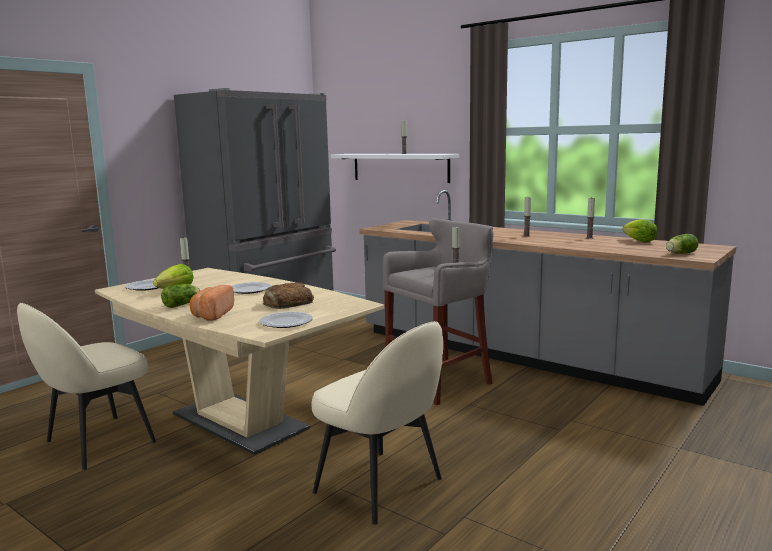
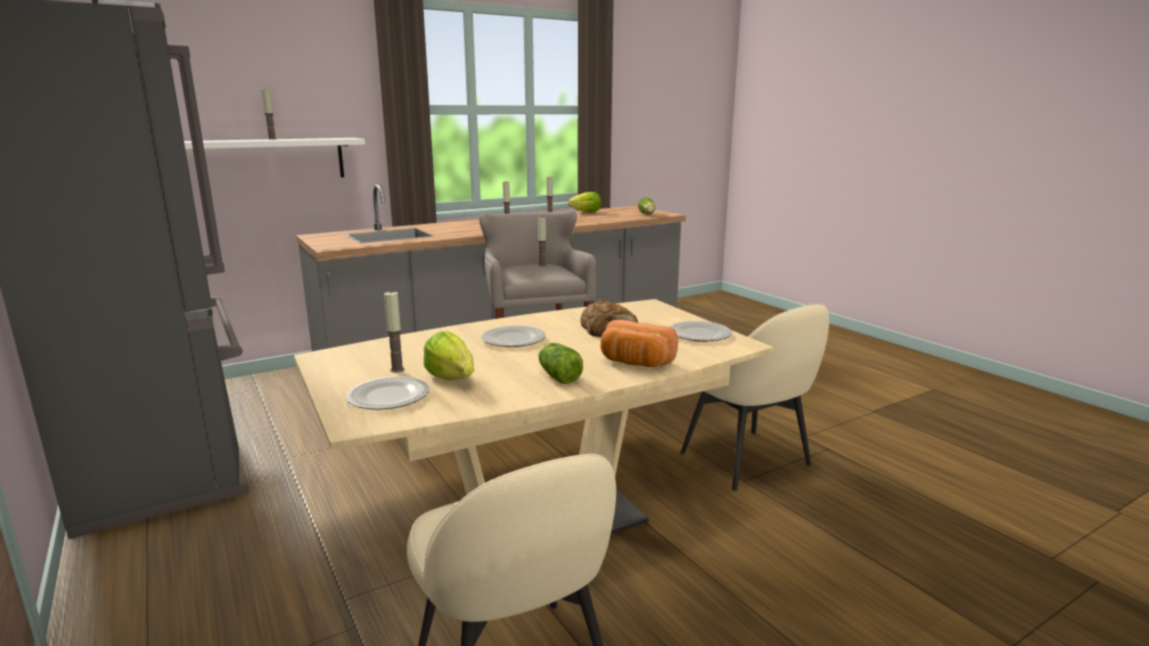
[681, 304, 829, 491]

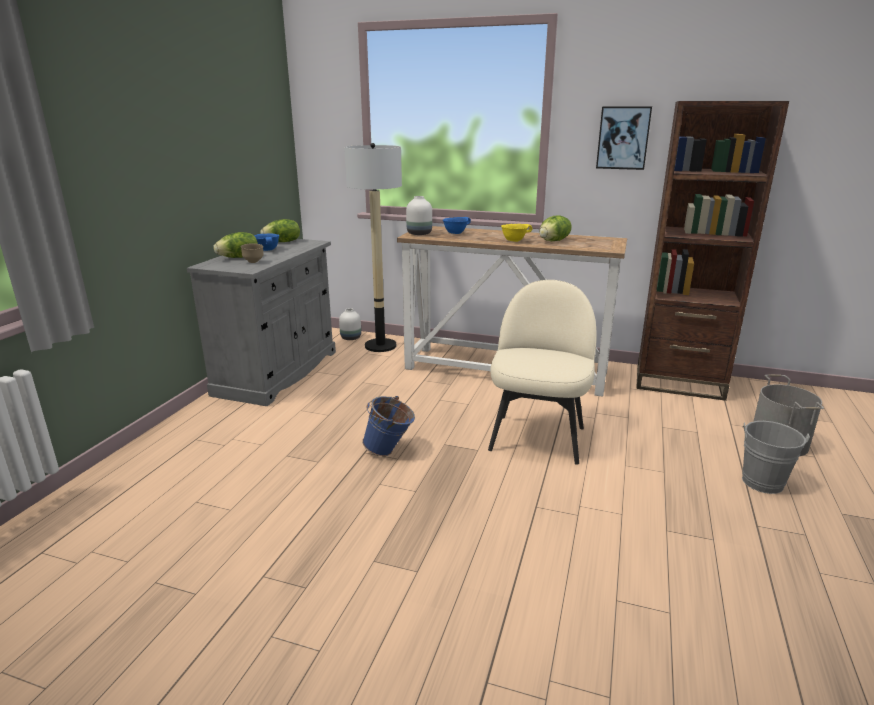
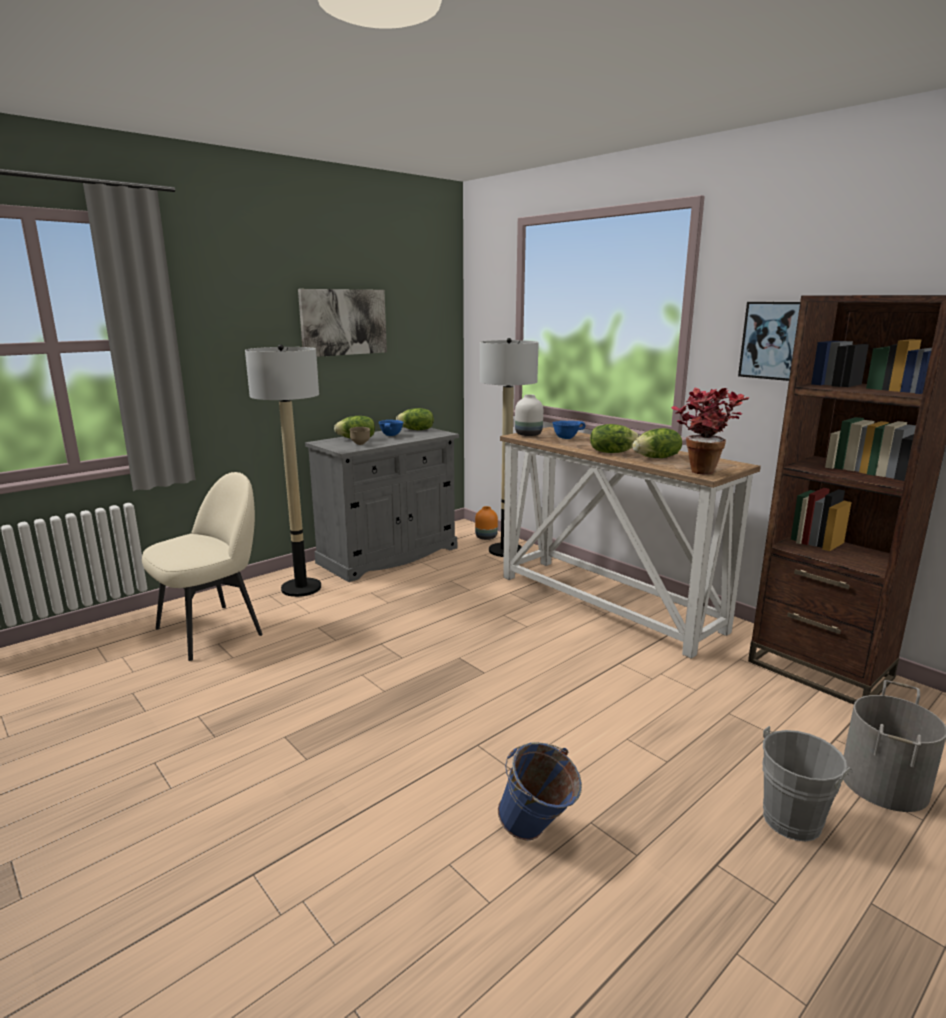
[475, 506, 498, 540]
[498, 742, 582, 841]
[142, 472, 263, 661]
[590, 424, 640, 453]
[245, 344, 321, 597]
[298, 289, 387, 357]
[671, 387, 750, 475]

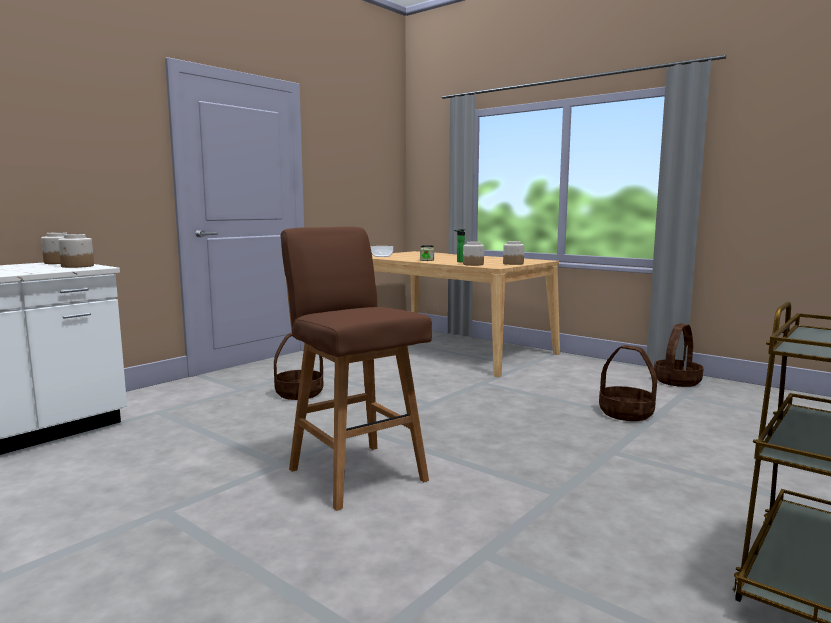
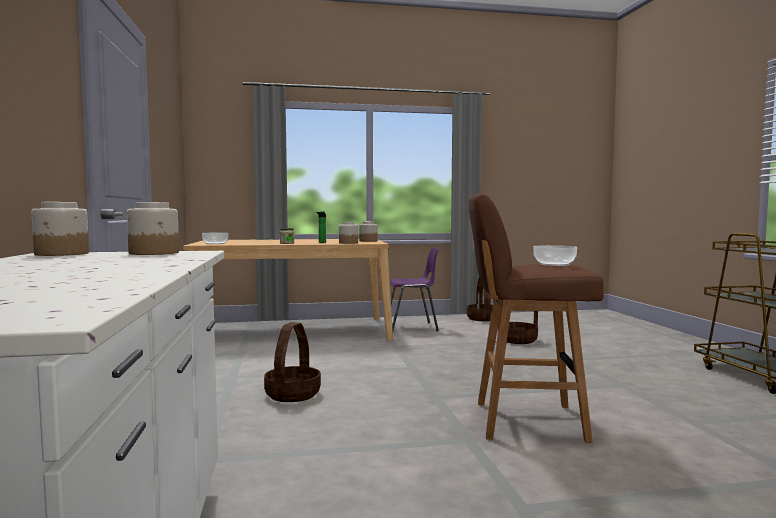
[390, 247, 439, 331]
[533, 245, 577, 266]

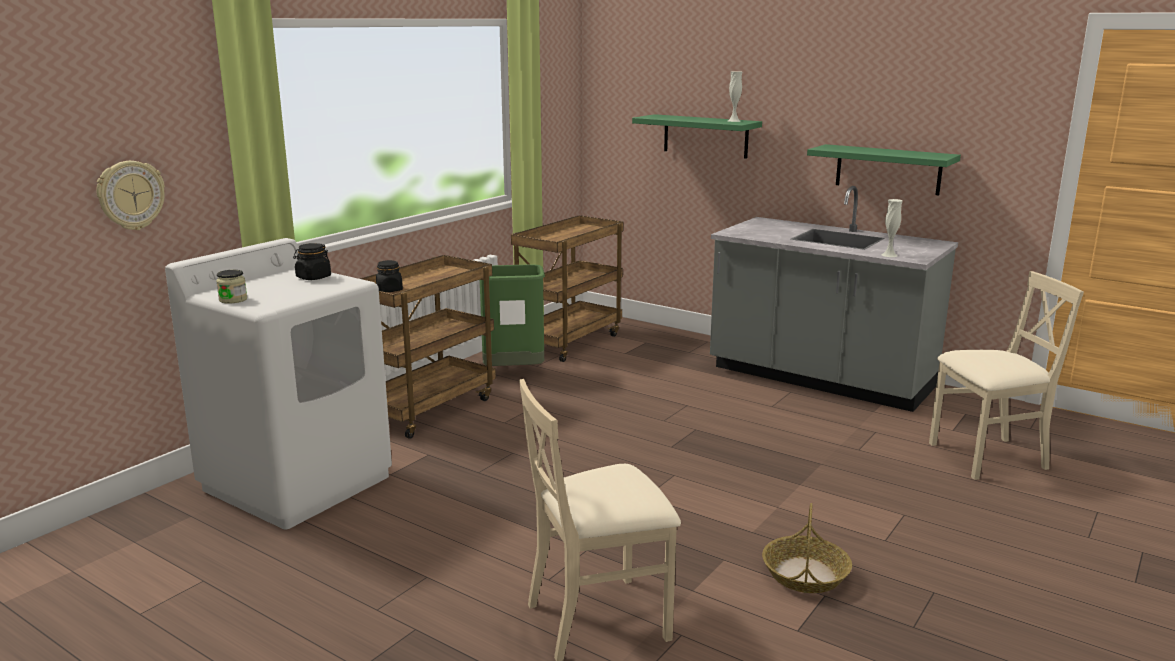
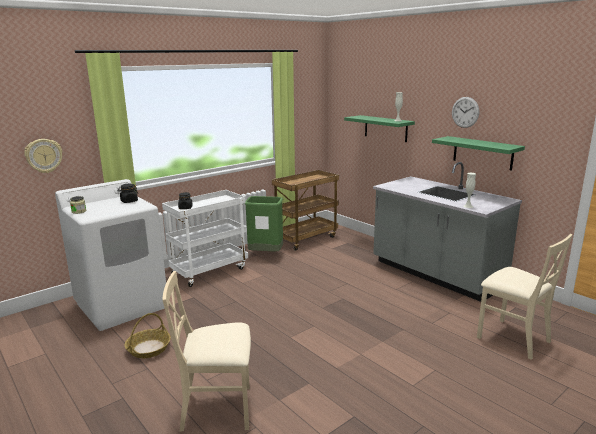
[162, 190, 248, 287]
[125, 313, 171, 358]
[477, 234, 573, 360]
[452, 97, 479, 128]

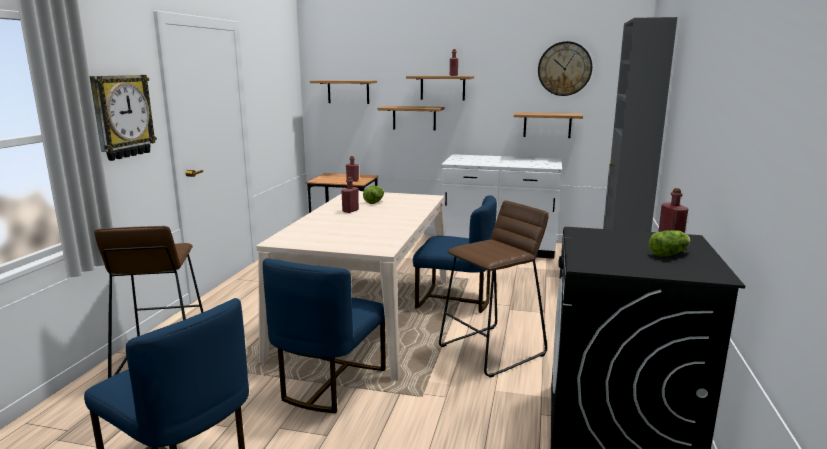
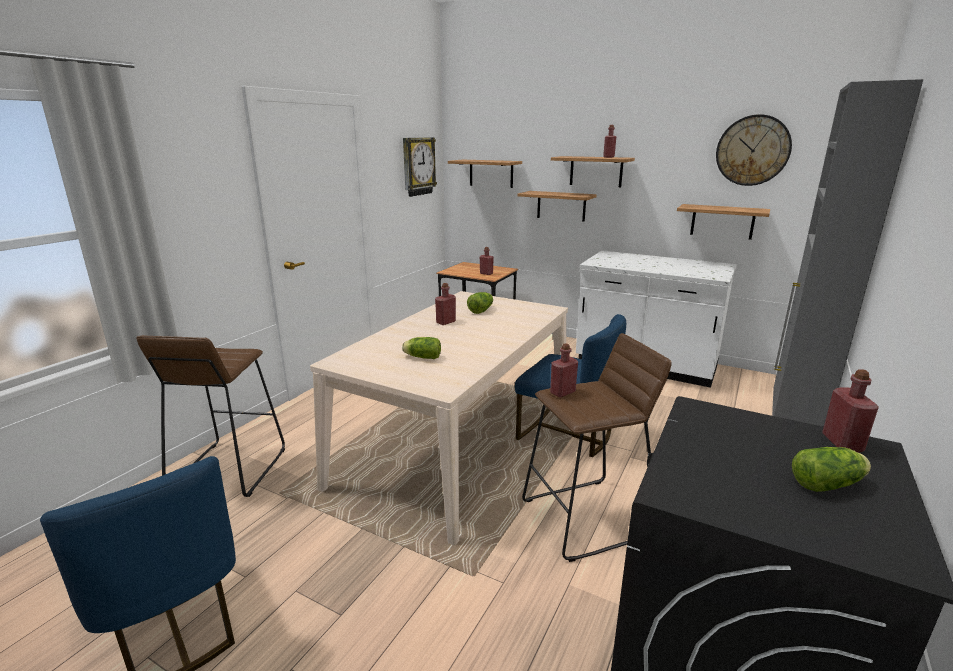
[403, 137, 437, 197]
[263, 258, 386, 413] (first image)
[402, 337, 441, 359]
[550, 343, 578, 398]

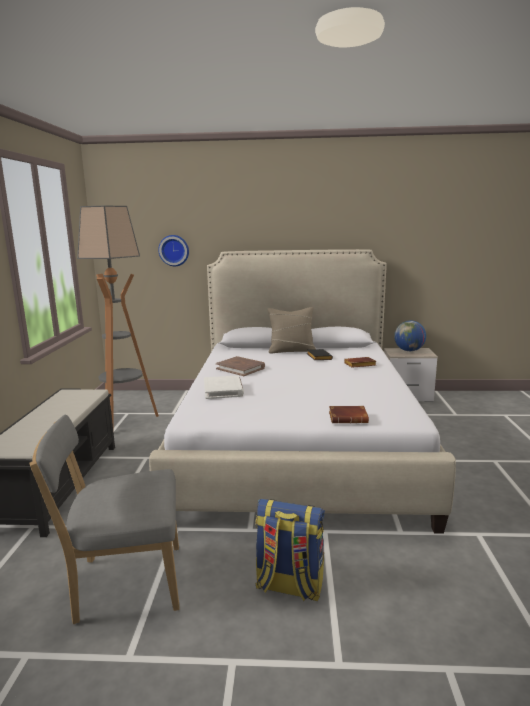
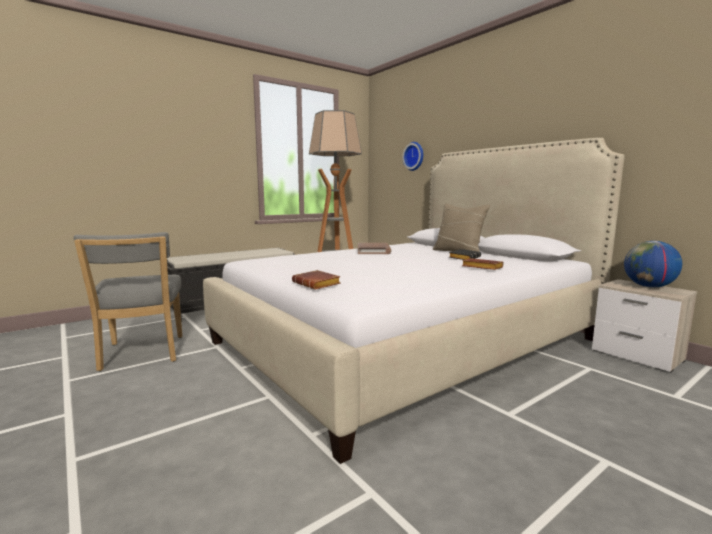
[74, 232, 182, 371]
[204, 375, 244, 399] (first image)
[255, 499, 325, 601] (first image)

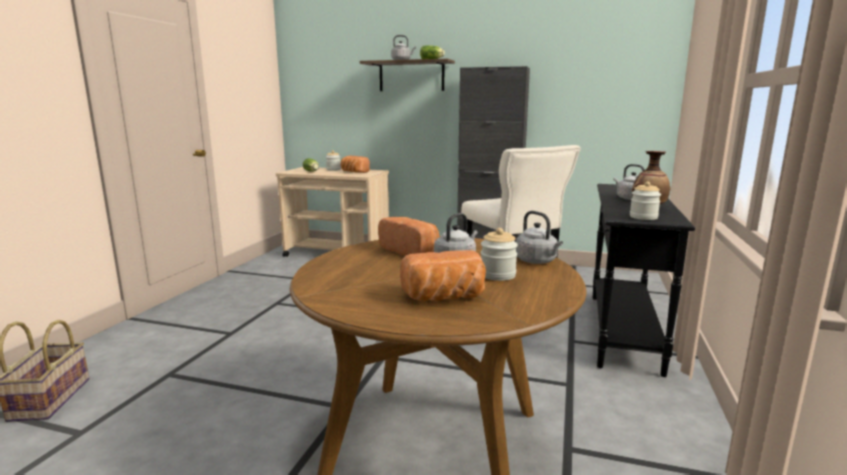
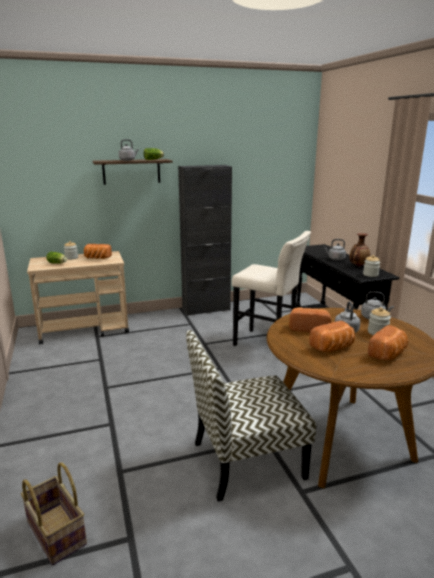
[186, 330, 316, 501]
[309, 321, 355, 352]

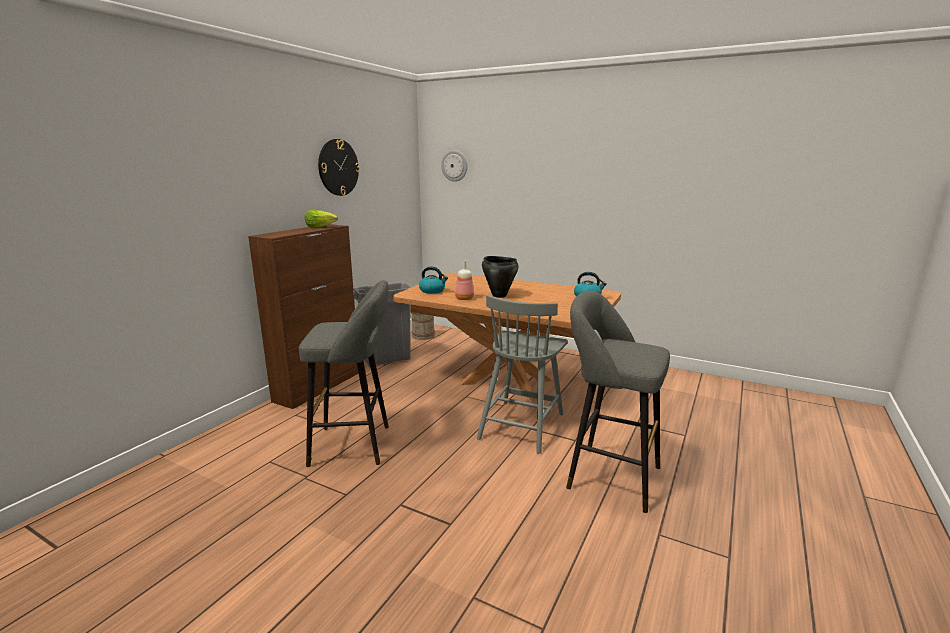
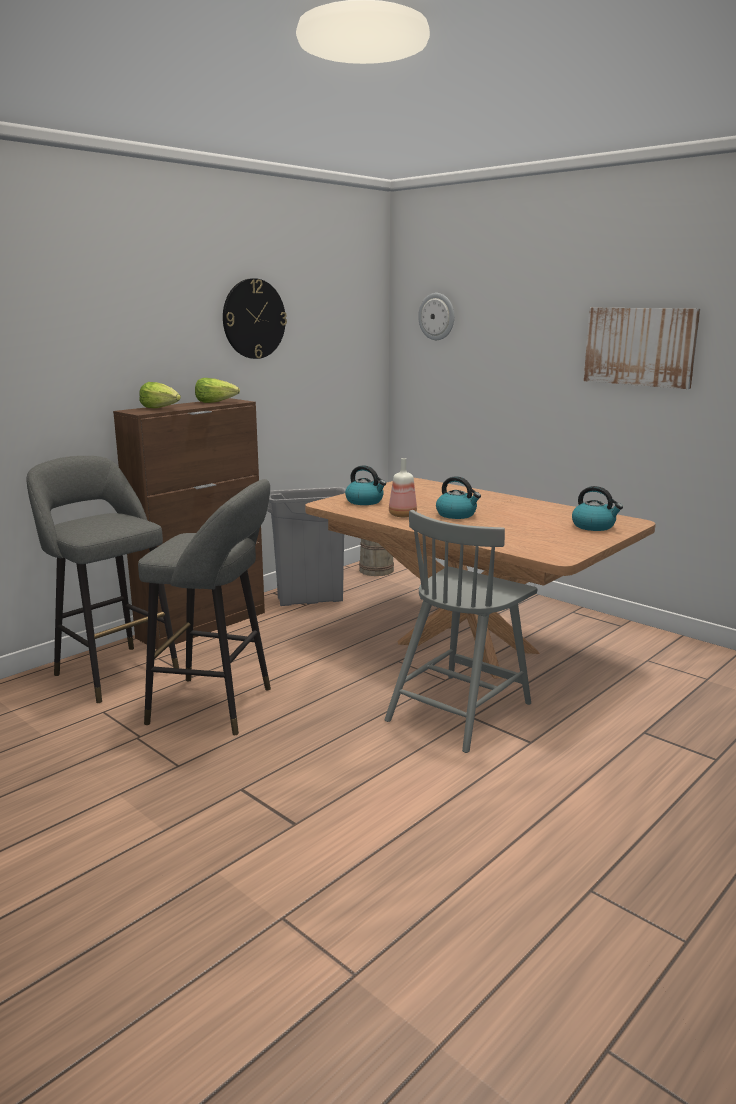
[436, 476, 481, 519]
[27, 456, 179, 703]
[139, 382, 181, 408]
[584, 308, 700, 389]

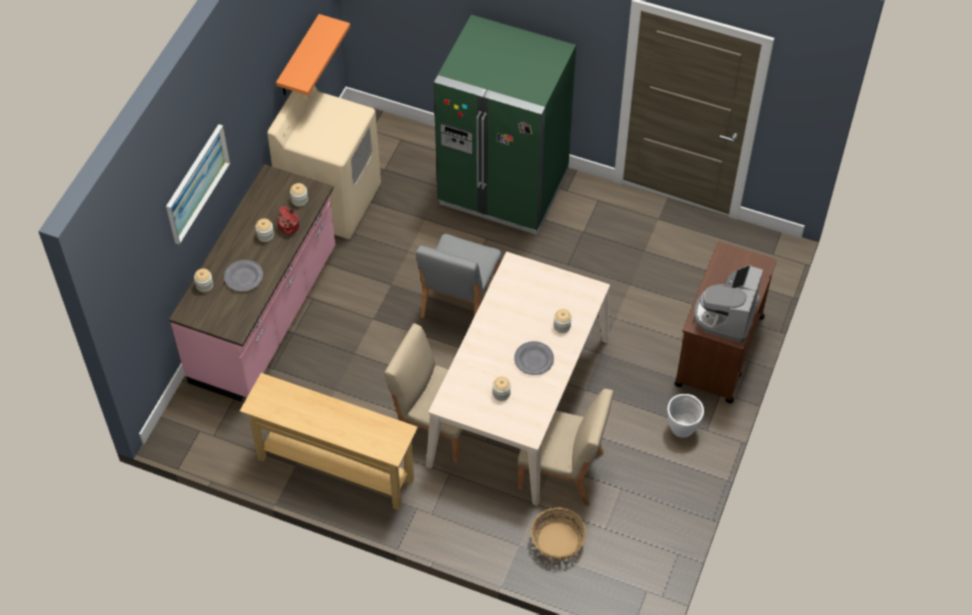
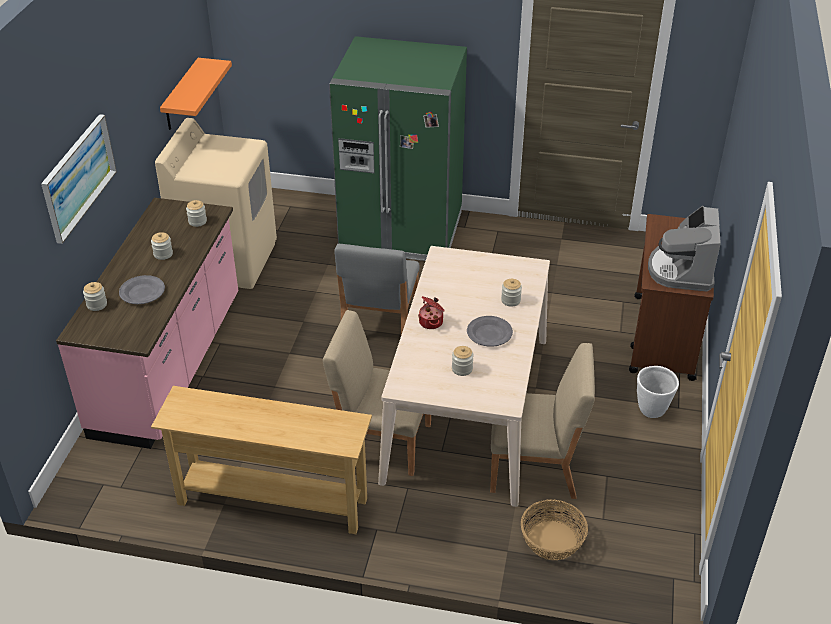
[418, 296, 445, 329]

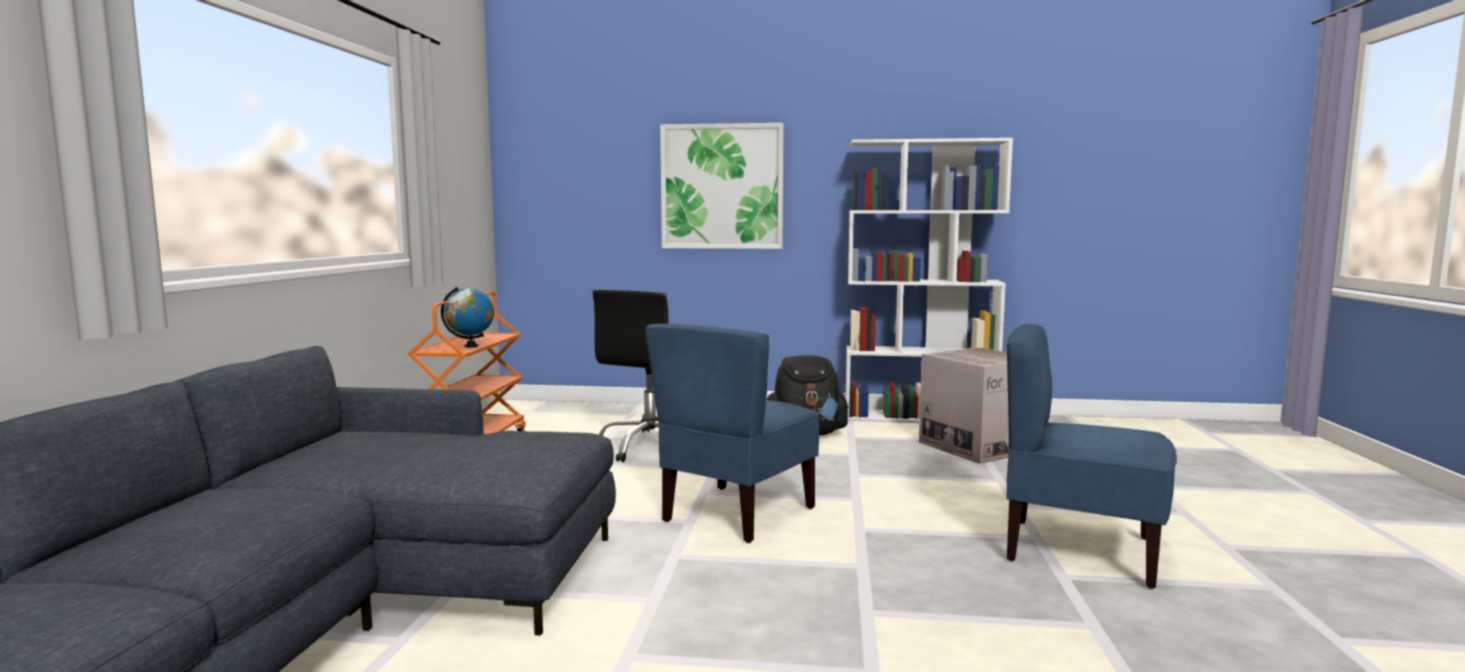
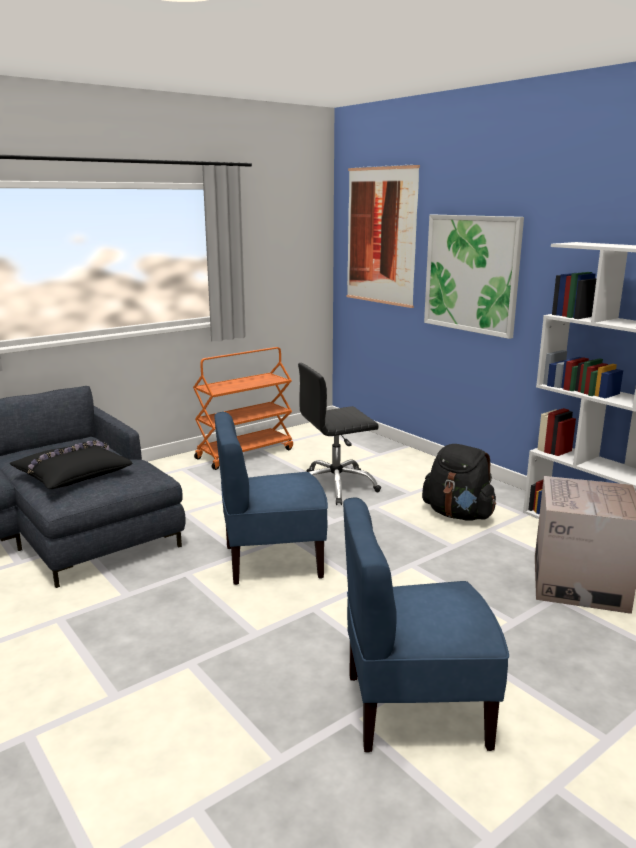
[441, 287, 494, 348] (first image)
[343, 498, 509, 753]
[10, 440, 133, 489]
[347, 165, 420, 308]

